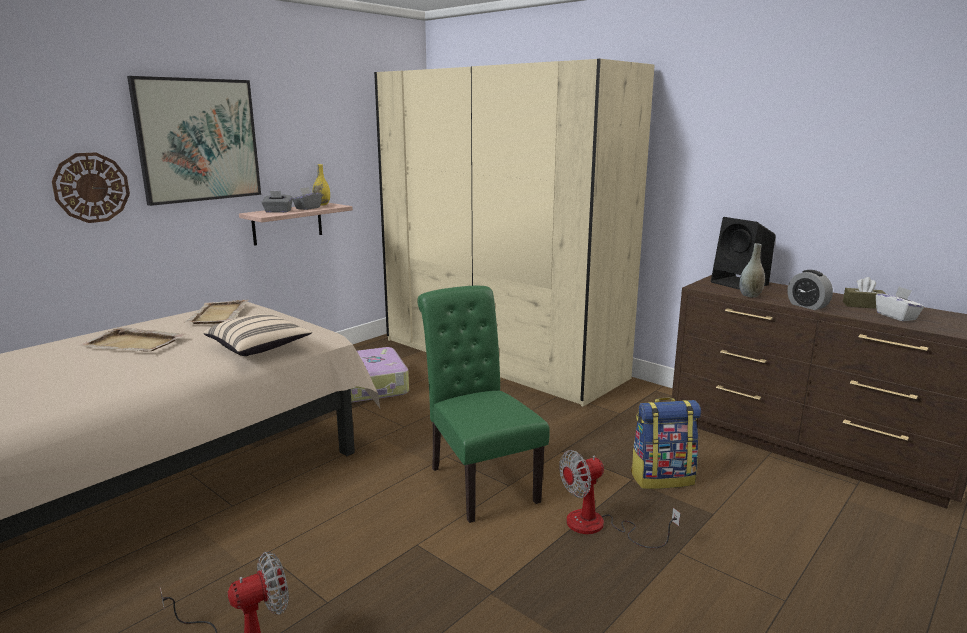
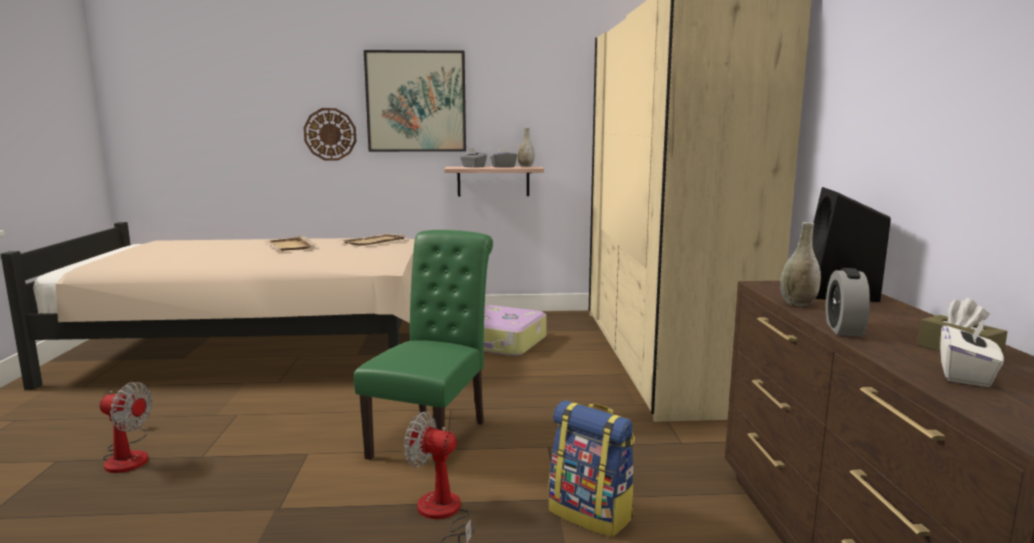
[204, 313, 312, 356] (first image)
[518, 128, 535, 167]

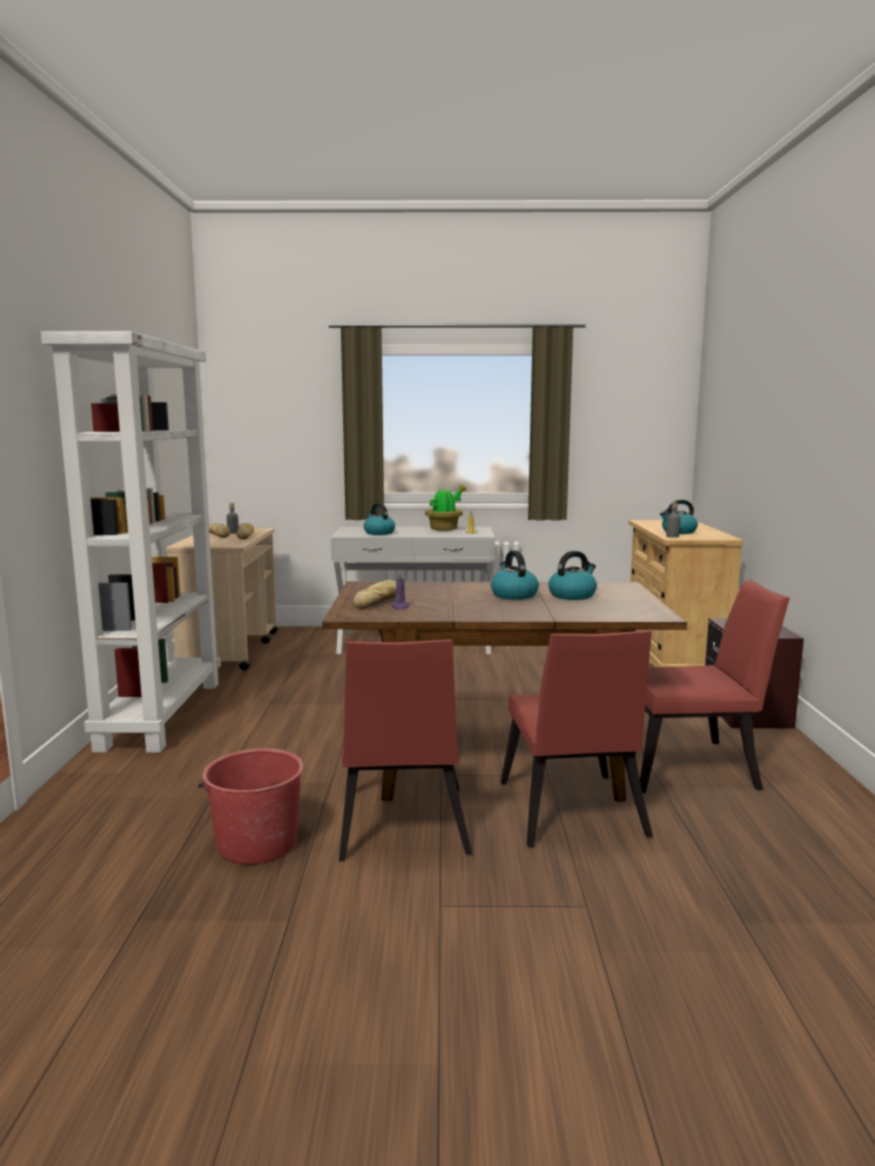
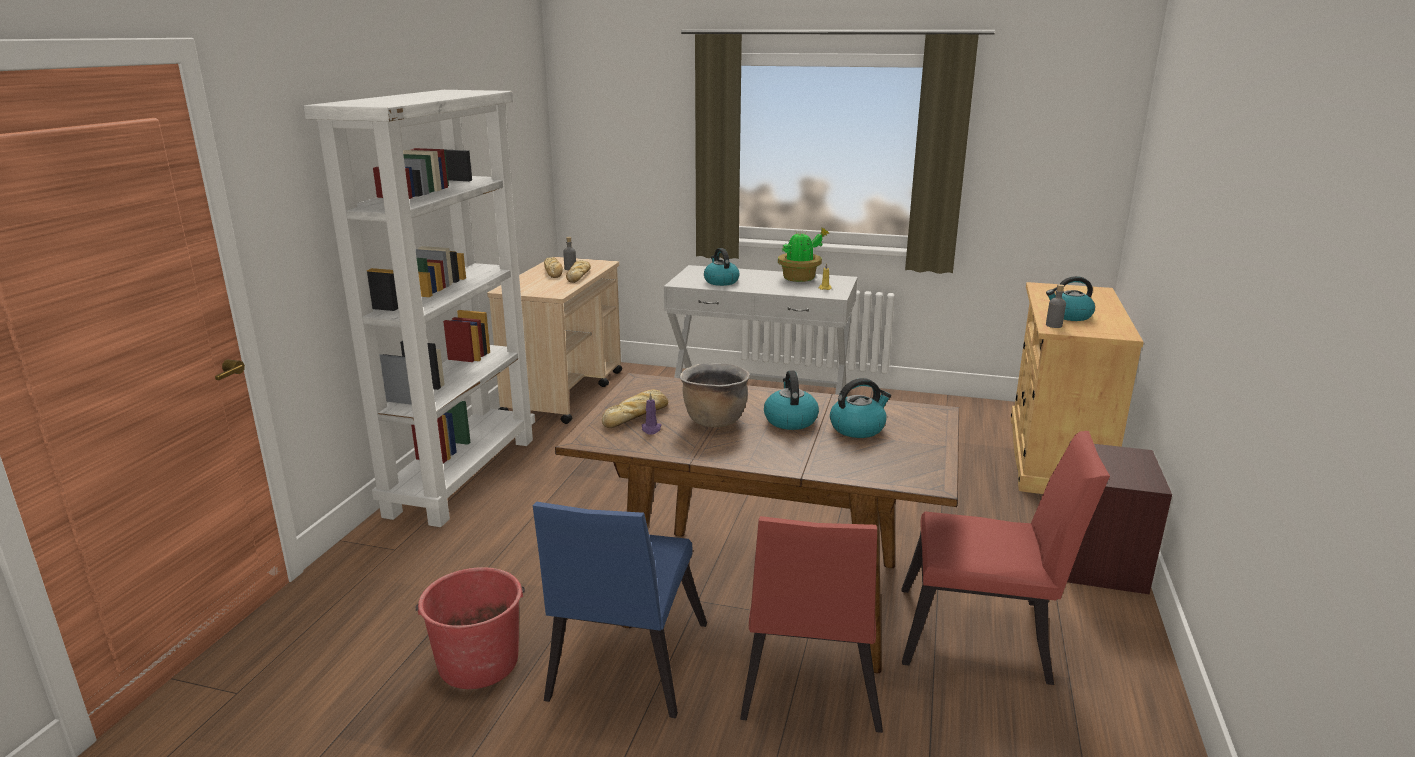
[533, 502, 707, 718]
[680, 363, 750, 428]

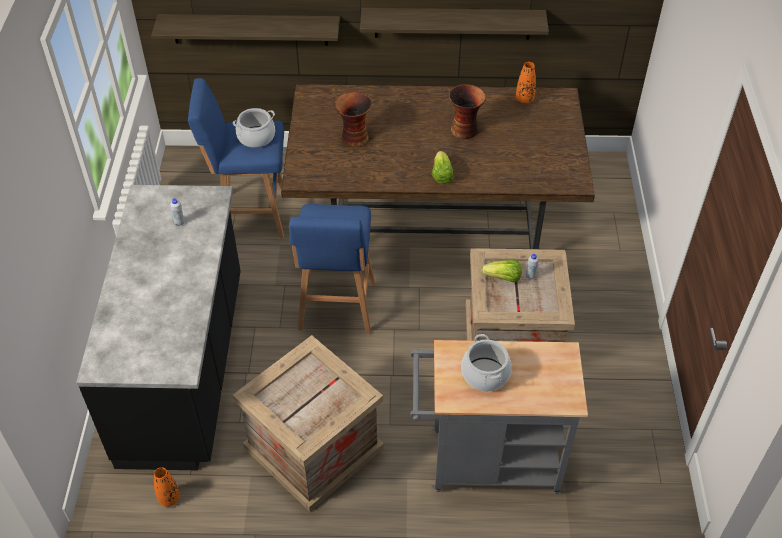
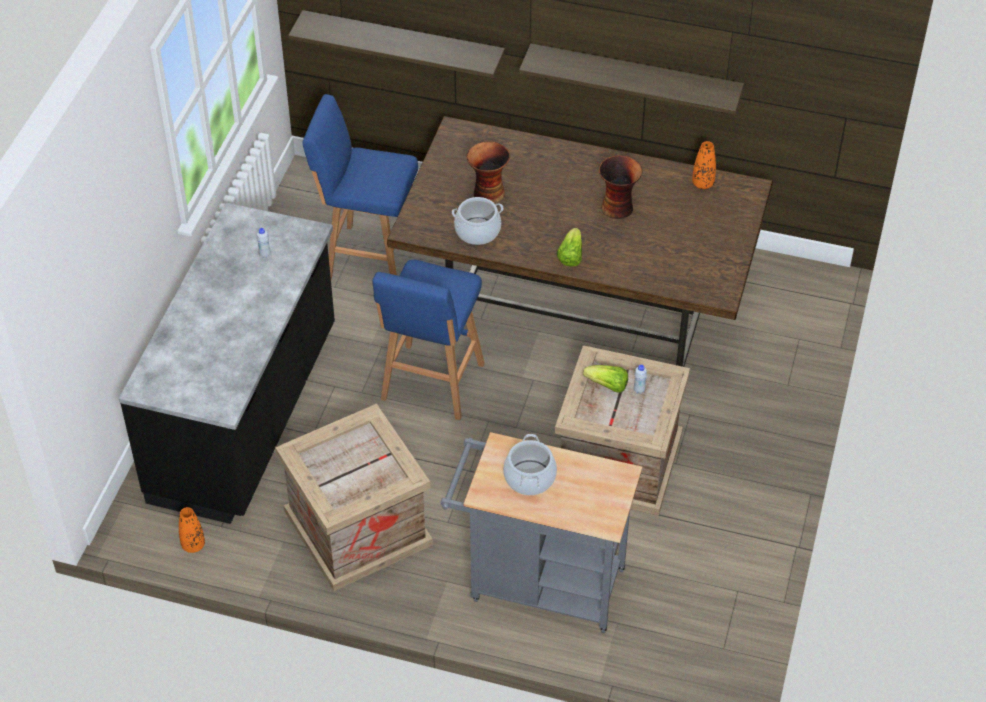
[452, 197, 503, 245]

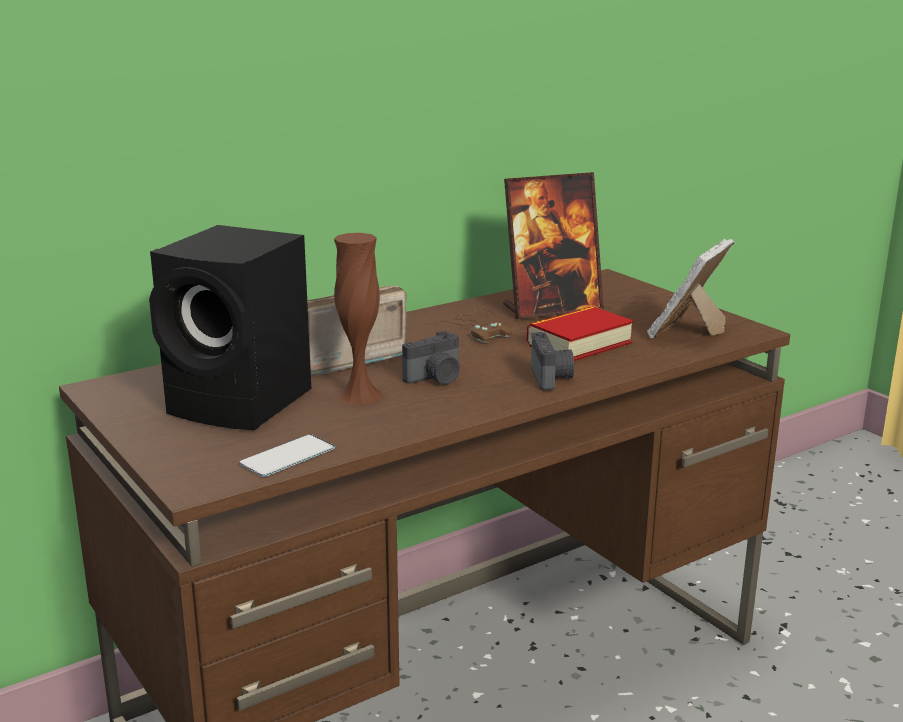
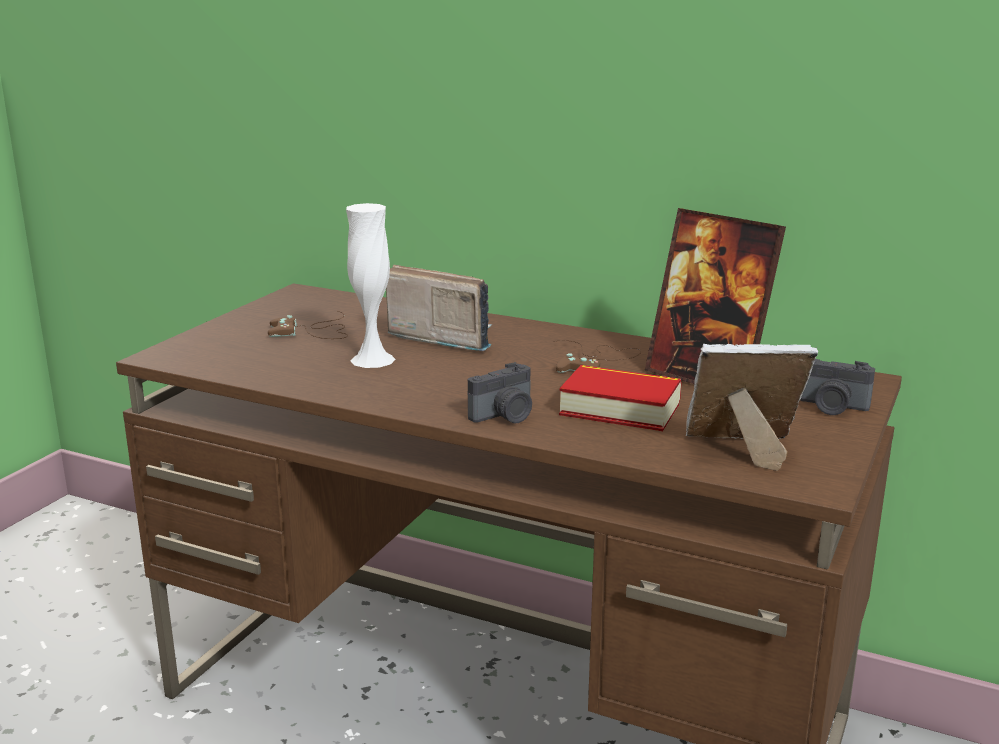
[268, 311, 348, 339]
[239, 434, 335, 477] (first image)
[346, 203, 395, 368]
[800, 359, 875, 415]

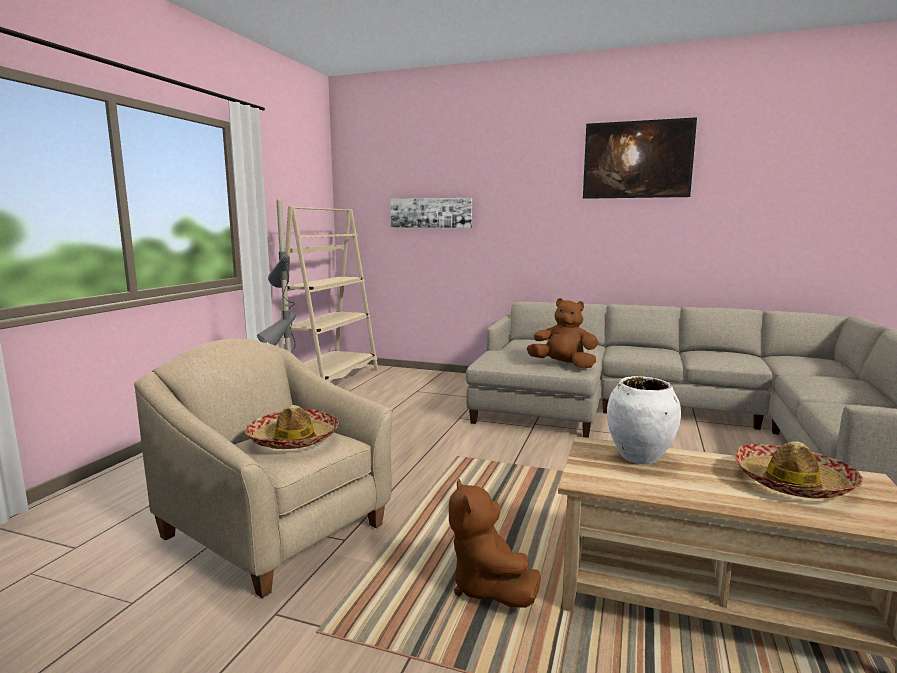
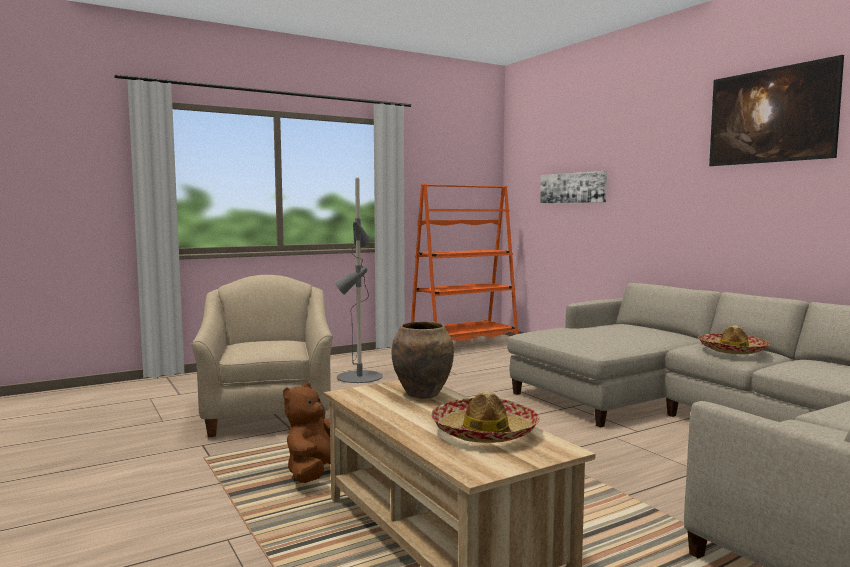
[698, 325, 770, 355]
[411, 184, 519, 341]
[527, 298, 598, 368] (first image)
[391, 321, 454, 399]

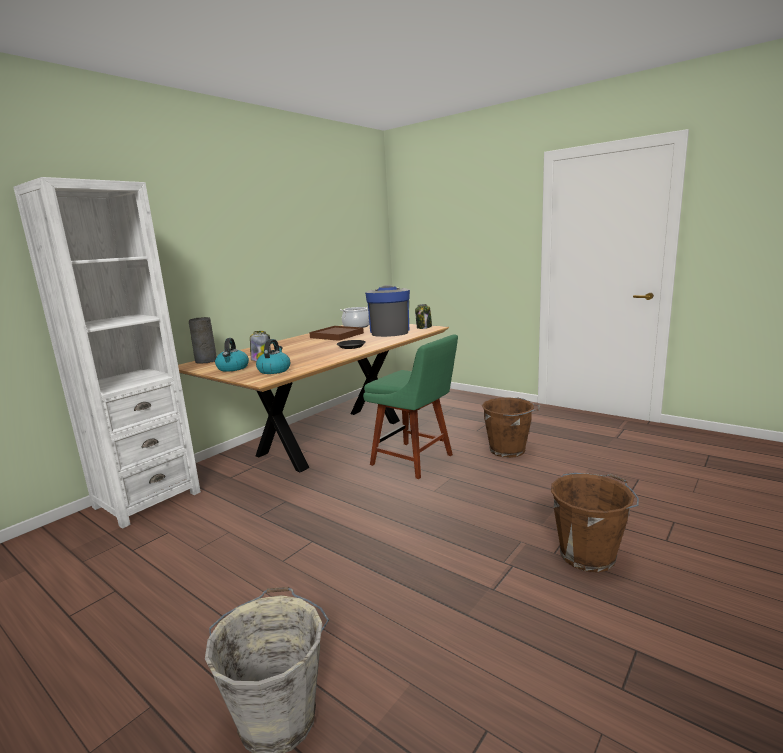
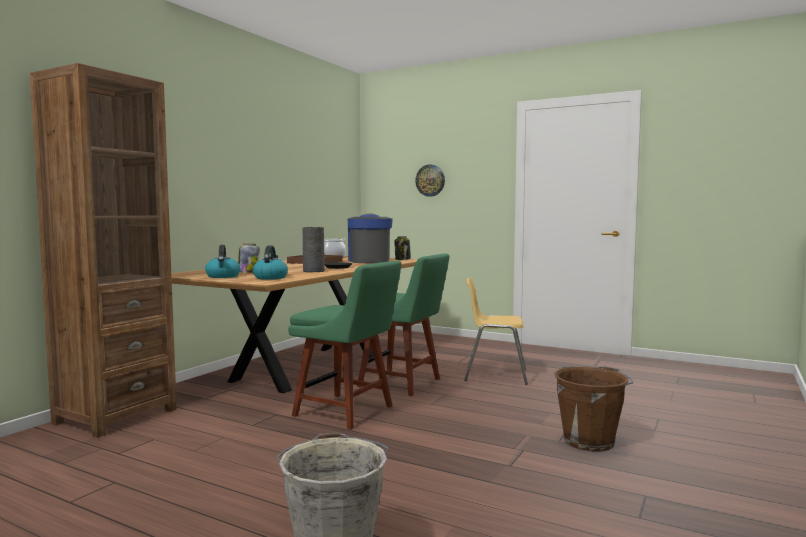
[30, 63, 177, 438]
[303, 227, 325, 272]
[464, 278, 528, 385]
[288, 261, 401, 430]
[415, 165, 445, 197]

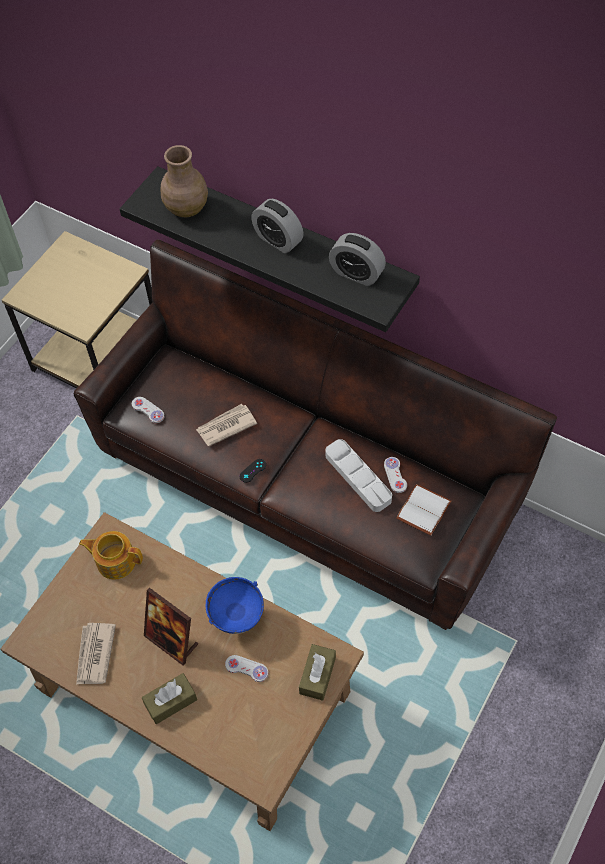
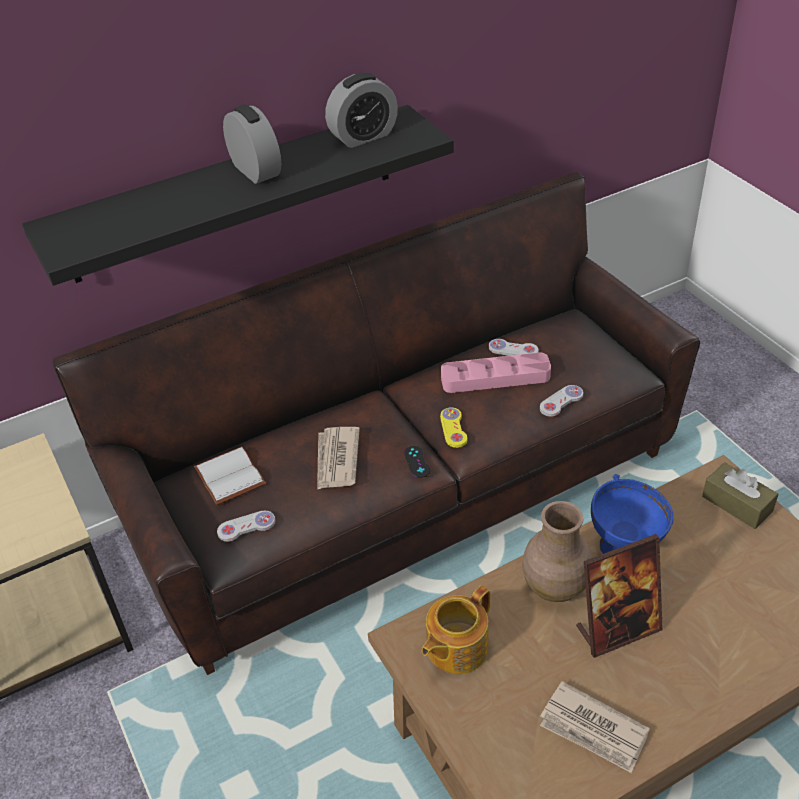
[142, 673, 197, 724] (first image)
[522, 501, 592, 602]
[540, 385, 583, 417]
[223, 105, 281, 184]
[441, 352, 551, 393]
[194, 447, 266, 505]
[440, 407, 467, 448]

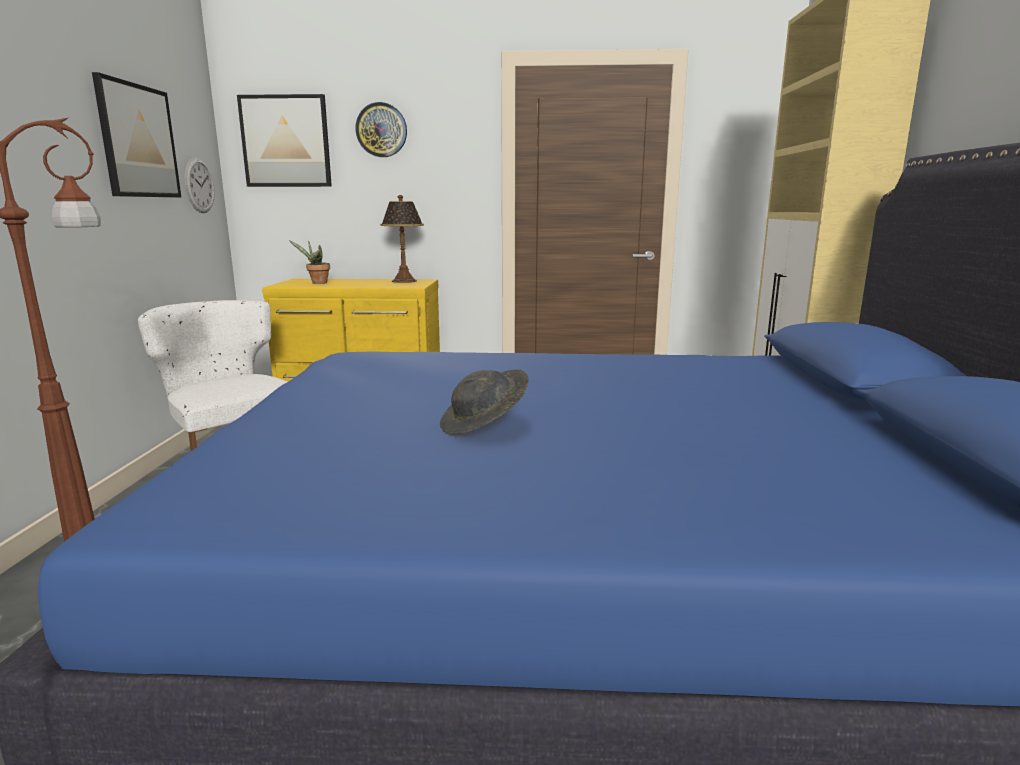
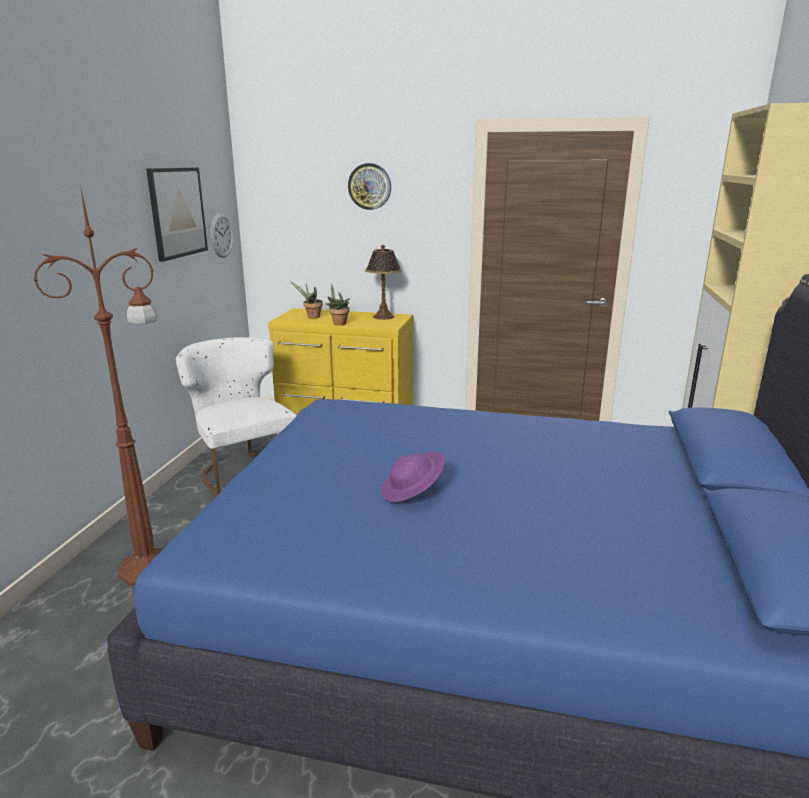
[237, 94, 332, 187] (first image)
[381, 451, 445, 502]
[325, 283, 349, 325]

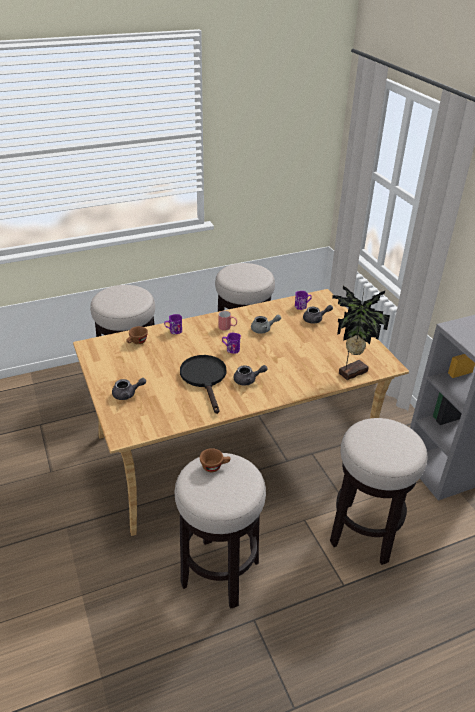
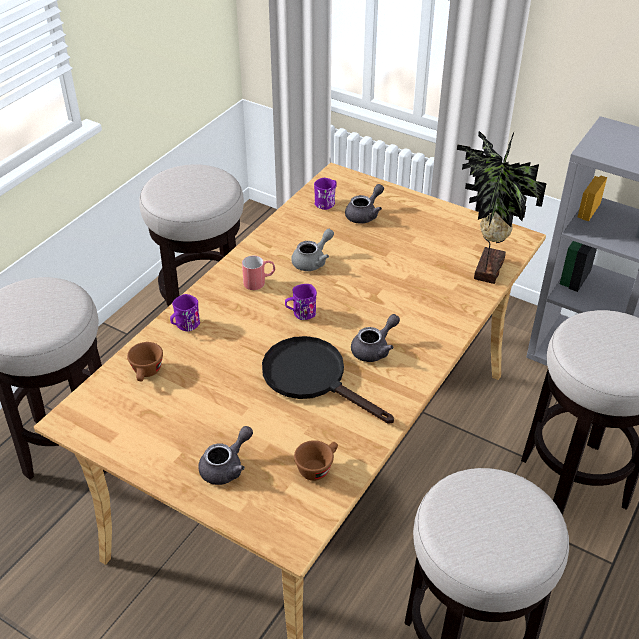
[294, 440, 338, 481]

